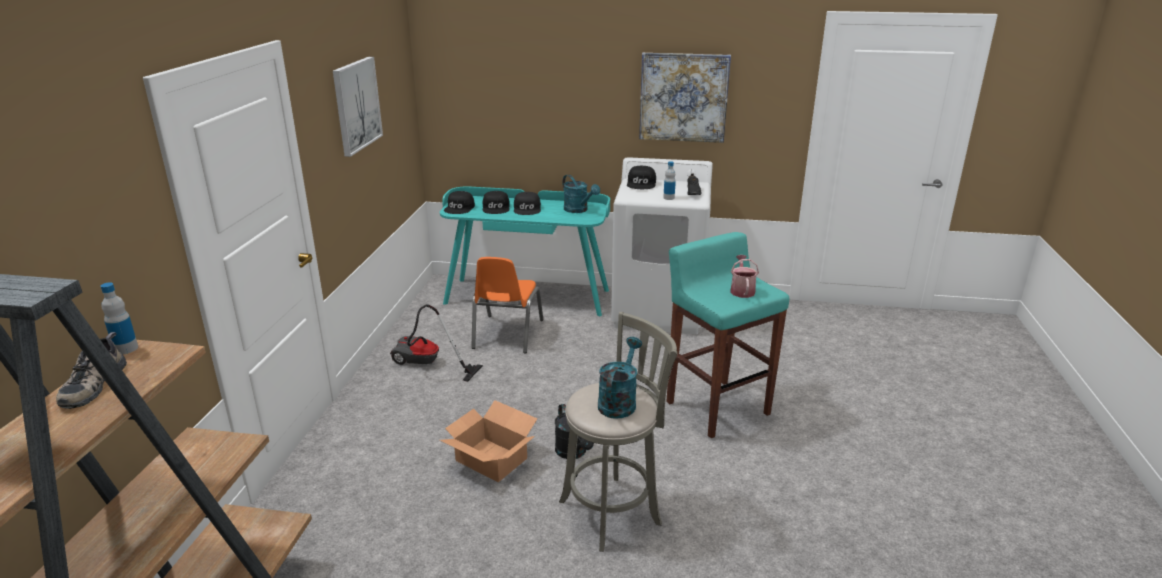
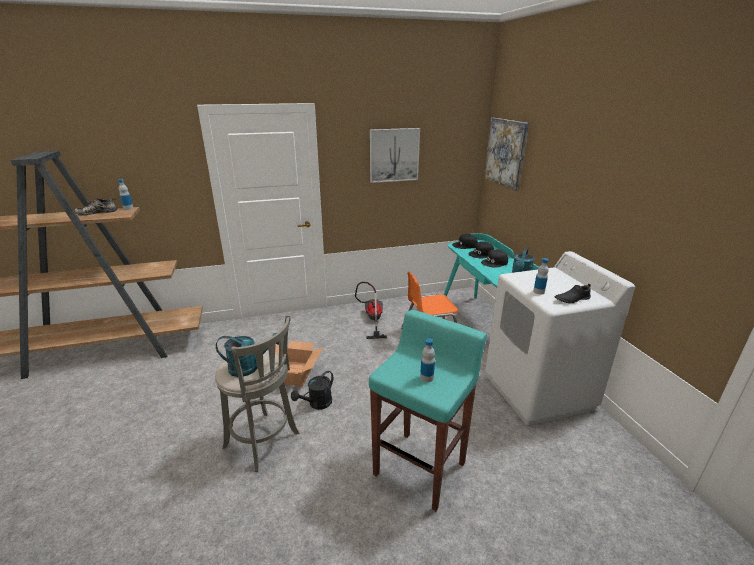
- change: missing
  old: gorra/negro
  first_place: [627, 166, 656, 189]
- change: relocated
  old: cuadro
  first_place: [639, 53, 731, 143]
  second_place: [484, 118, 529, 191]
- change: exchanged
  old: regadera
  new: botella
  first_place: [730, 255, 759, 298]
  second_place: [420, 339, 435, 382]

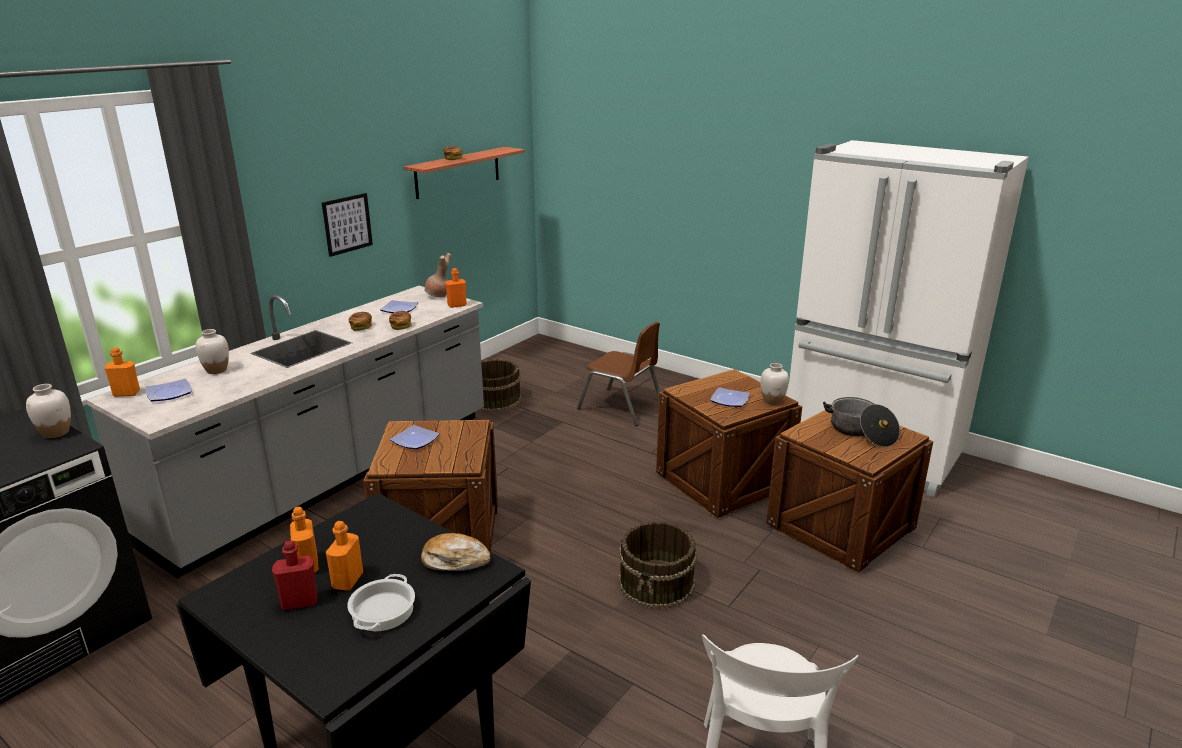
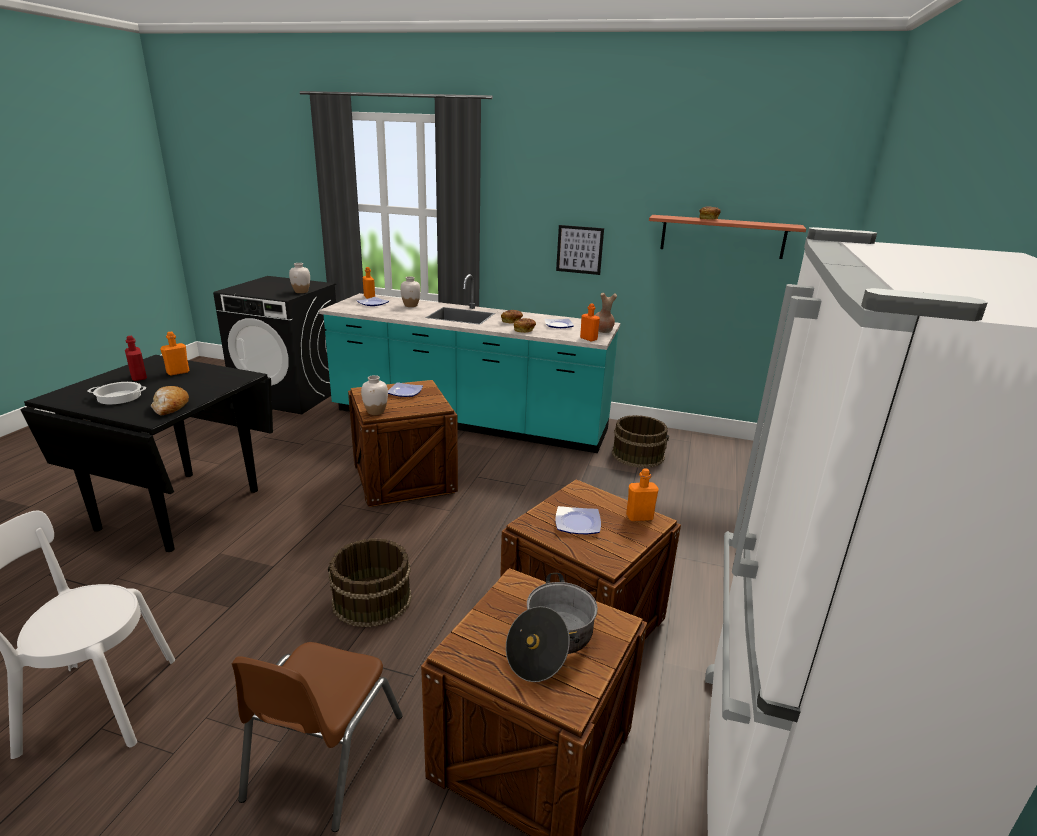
- change: relocated
  old: botella/naranja
  first_place: [326, 521, 363, 591]
  second_place: [626, 468, 659, 521]
- change: relocated
  old: silla/marrón
  first_place: [577, 322, 660, 426]
  second_place: [232, 642, 403, 832]
- change: relocated
  old: florero/blanco
  first_place: [761, 363, 789, 405]
  second_place: [361, 375, 388, 415]
- change: colour
  old: mueble bajo de cocina/gris
  new: mueble bajo de cocina/turquesa
  first_place: [86, 286, 484, 579]
  second_place: [319, 274, 620, 453]

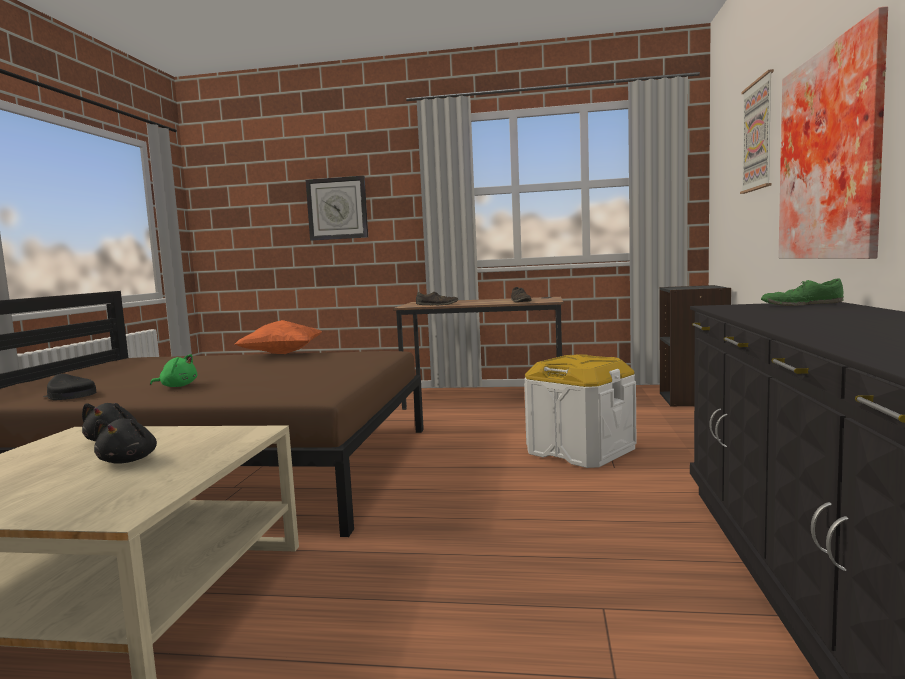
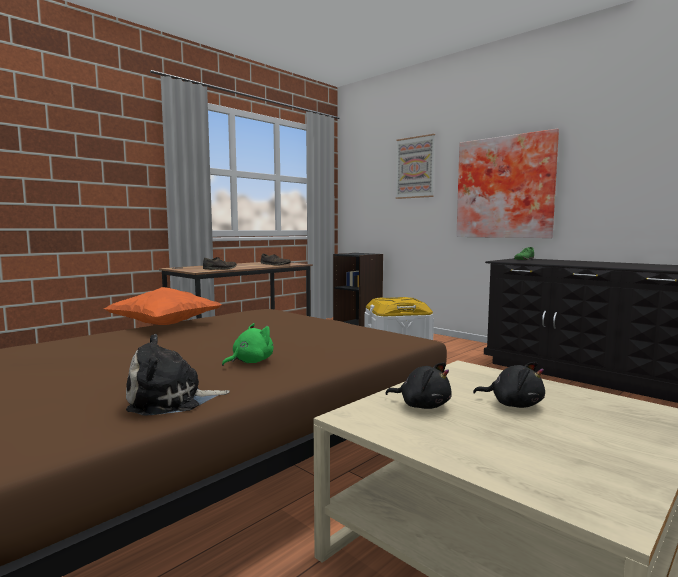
- change: missing
  old: reloj de pared
  first_place: [306, 176, 368, 241]
- change: exchanged
  old: gorra/negro
  new: peluche
  first_place: [43, 374, 97, 400]
  second_place: [126, 334, 230, 416]

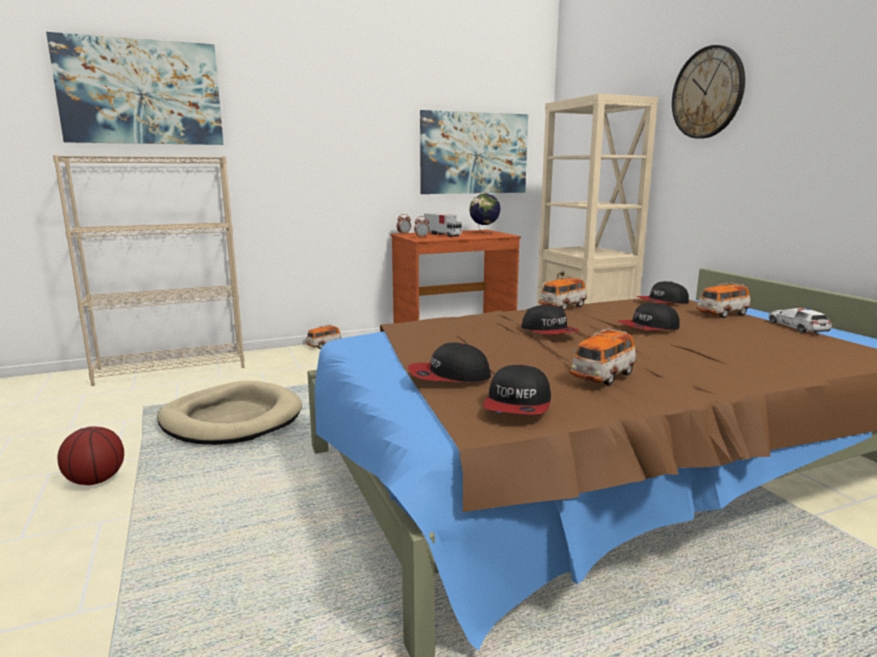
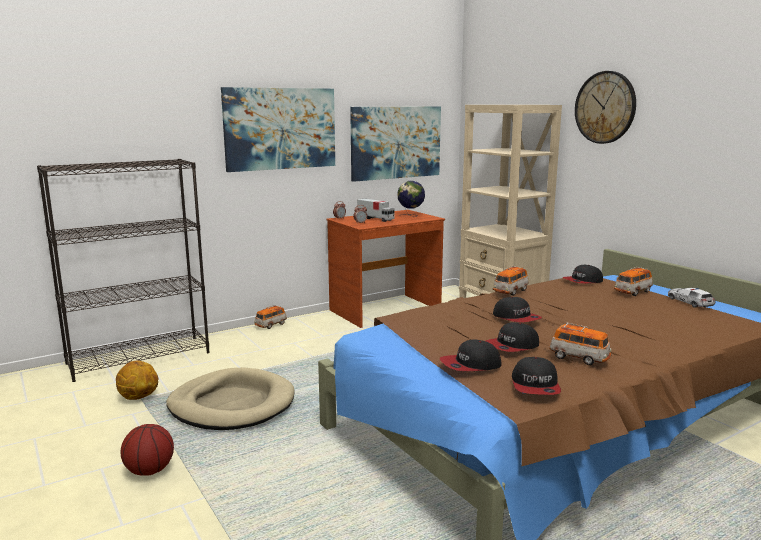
- change: appeared
  new: balón de baloncesto
  second_place: [116, 361, 158, 400]
- change: relocated
  old: cuadro
  first_place: [46, 32, 224, 145]
  second_place: [221, 87, 335, 172]
- change: relocated
  old: gorra
  first_place: [618, 302, 680, 330]
  second_place: [486, 322, 539, 352]
- change: colour
  old: estantería/beis
  new: estantería/negro
  first_place: [53, 155, 245, 386]
  second_place: [37, 159, 209, 382]
- change: spun
  old: coche de juguete
  first_place: [570, 328, 636, 385]
  second_place: [549, 323, 612, 365]
  degrees: -90

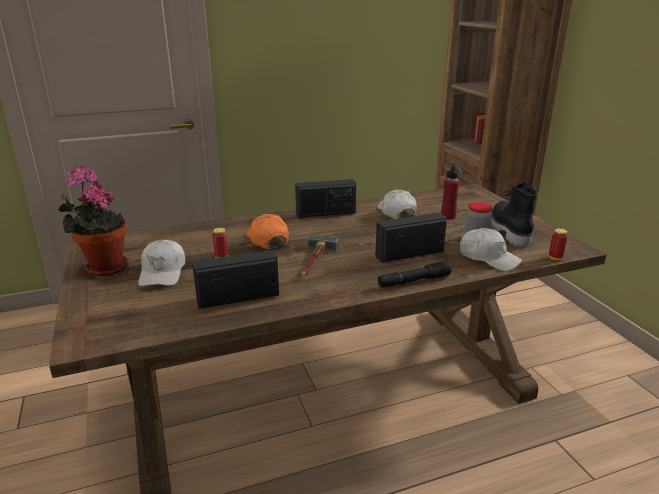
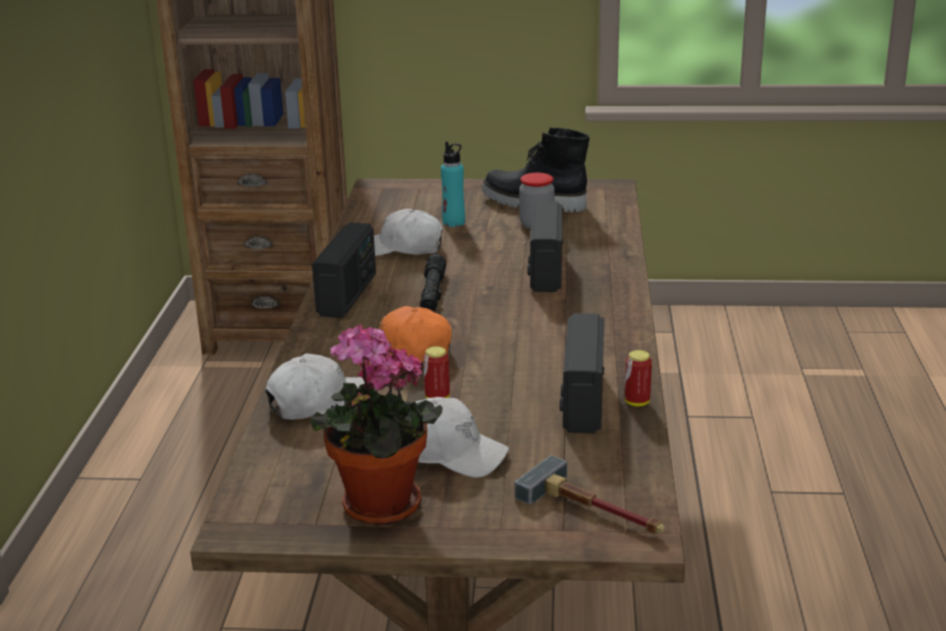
- change: relocated
  old: martillo
  first_place: [301, 235, 339, 276]
  second_place: [514, 455, 665, 534]
- change: relocated
  old: linterna/negro
  first_place: [378, 262, 452, 288]
  second_place: [420, 254, 446, 312]
- change: relocated
  old: gorra/blanco
  first_place: [460, 228, 522, 271]
  second_place: [265, 354, 375, 420]
- change: relocated
  old: lata
  first_place: [549, 228, 568, 260]
  second_place: [625, 350, 652, 407]
- change: colour
  old: botella/rojo
  new: botella/turquesa
  first_place: [441, 164, 459, 220]
  second_place: [441, 141, 465, 227]

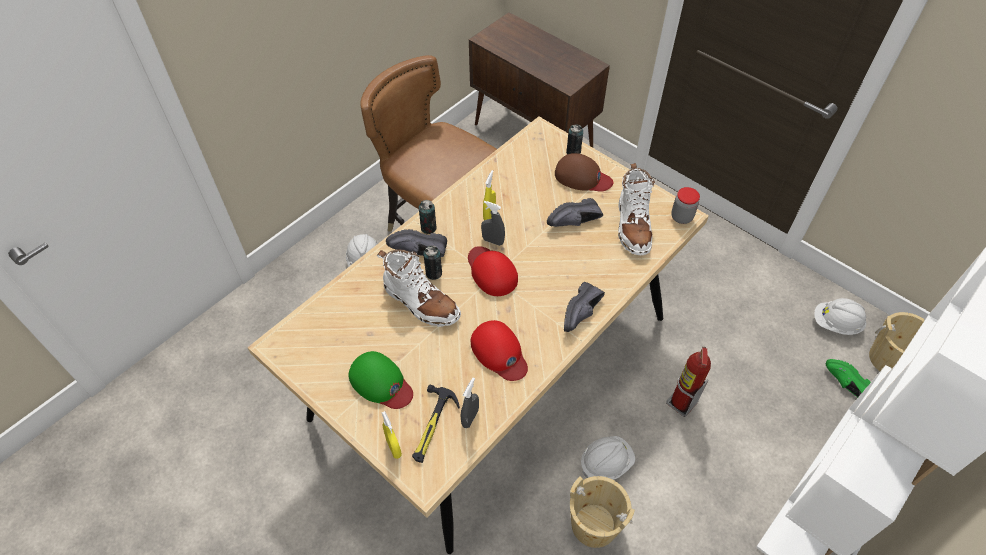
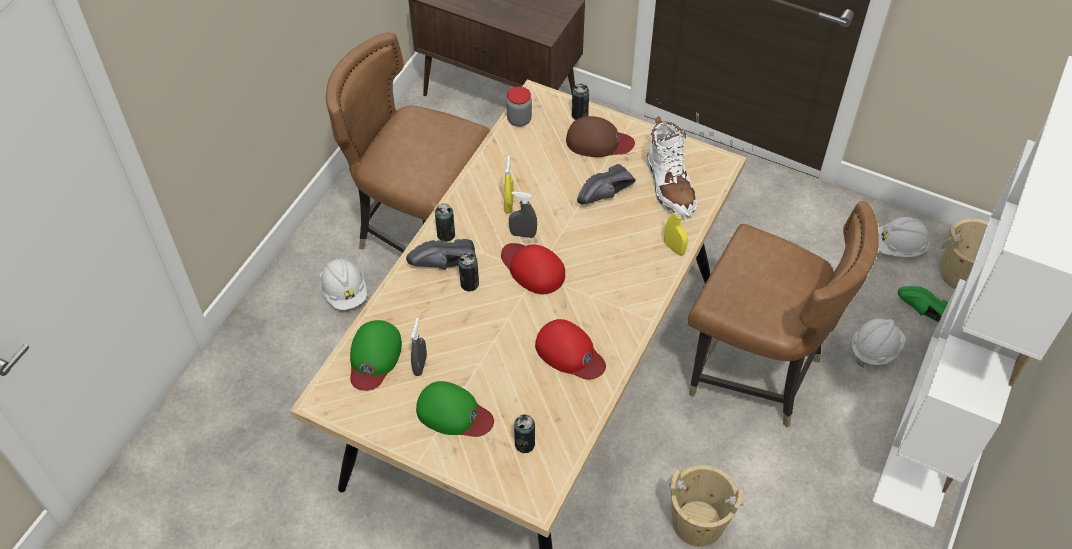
- change: missing
  old: bota/blanco
  first_place: [377, 249, 461, 327]
- change: missing
  old: zapato/negro
  first_place: [564, 282, 605, 332]
- change: appeared
  new: gorra/verde
  second_place: [350, 320, 402, 391]
- change: relocated
  old: pulverizador/amarillo
  first_place: [382, 411, 402, 459]
  second_place: [664, 203, 689, 255]
- change: relocated
  old: pulverizador/gris
  first_place: [461, 377, 479, 428]
  second_place: [411, 318, 427, 376]
- change: relocated
  old: casco/blanco
  first_place: [581, 436, 635, 480]
  second_place: [852, 319, 906, 368]
- change: relocated
  old: tarro
  first_place: [671, 187, 700, 224]
  second_place: [506, 86, 532, 127]
- change: exchanged
  old: martillo
  new: lata
  first_place: [412, 385, 460, 463]
  second_place: [514, 414, 535, 453]
- change: exchanged
  old: extintor
  new: silla/marrón
  first_place: [666, 347, 711, 417]
  second_place: [688, 201, 879, 428]

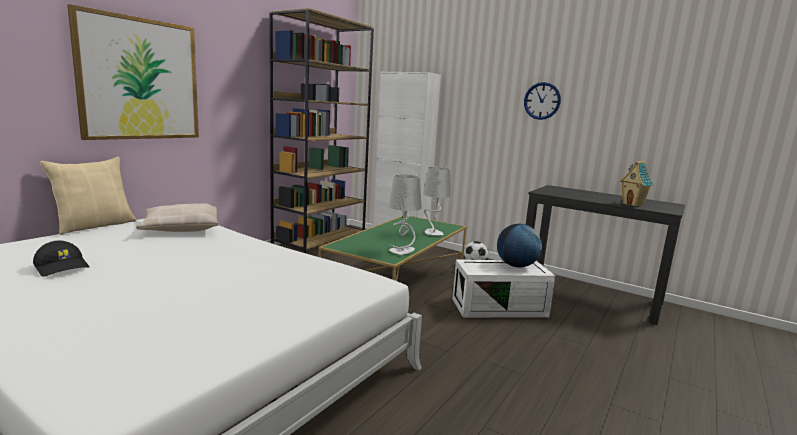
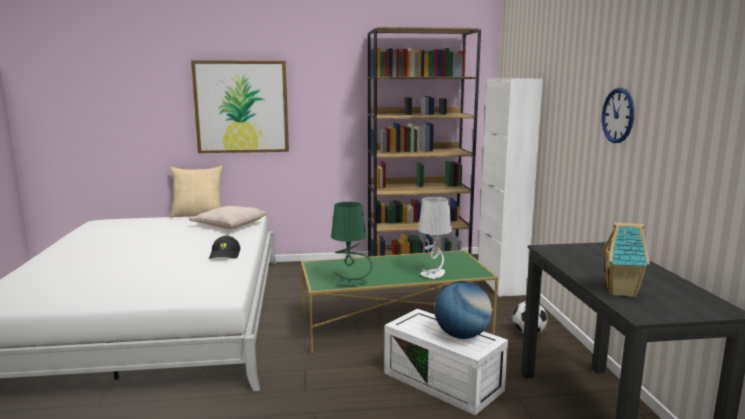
- change: relocated
  old: gorra/negro
  first_place: [33, 241, 90, 277]
  second_place: [209, 236, 240, 259]
- change: colour
  old: lámpara de mesa/gris
  new: lámpara de mesa/verde
  first_place: [389, 174, 422, 255]
  second_place: [331, 202, 372, 286]

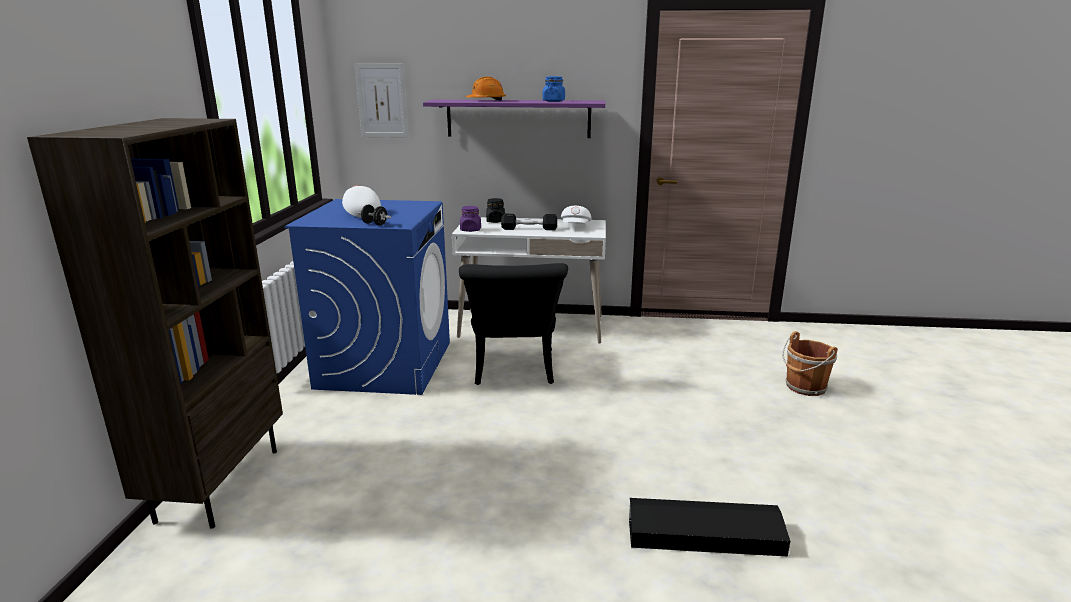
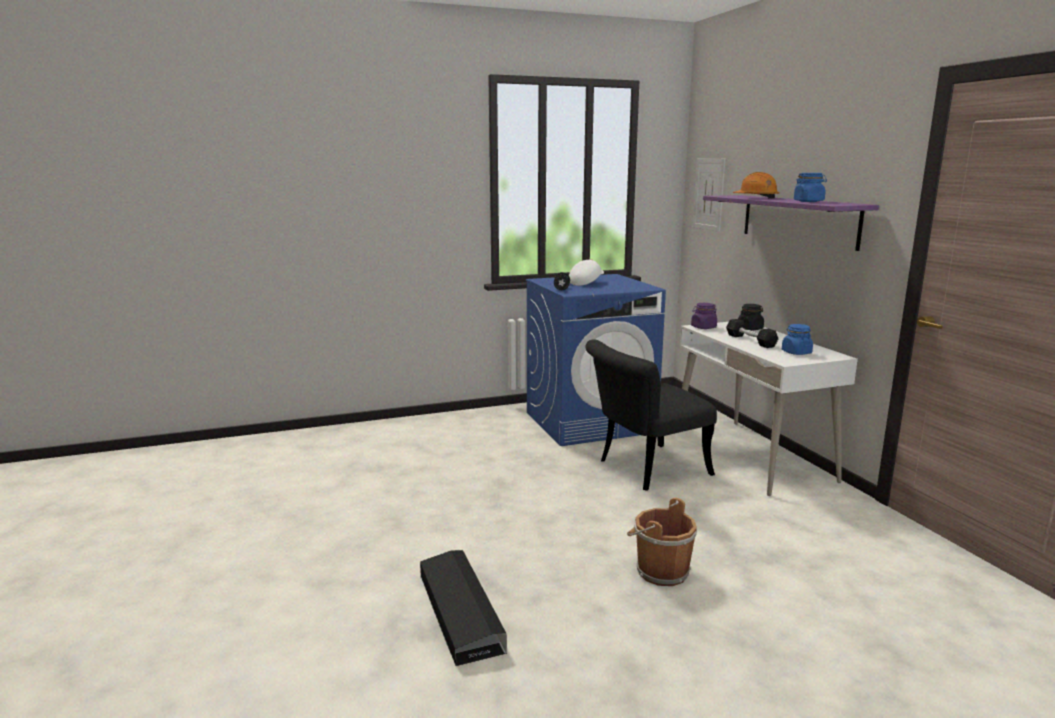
- change: missing
  old: estantería/marrón
  first_place: [27, 118, 283, 529]
- change: relocated
  old: cubo/marrón
  first_place: [782, 331, 838, 396]
  second_place: [627, 498, 697, 586]
- change: exchanged
  old: gorra/blanco
  new: tarro/azul
  first_place: [561, 206, 592, 223]
  second_place: [782, 324, 813, 355]

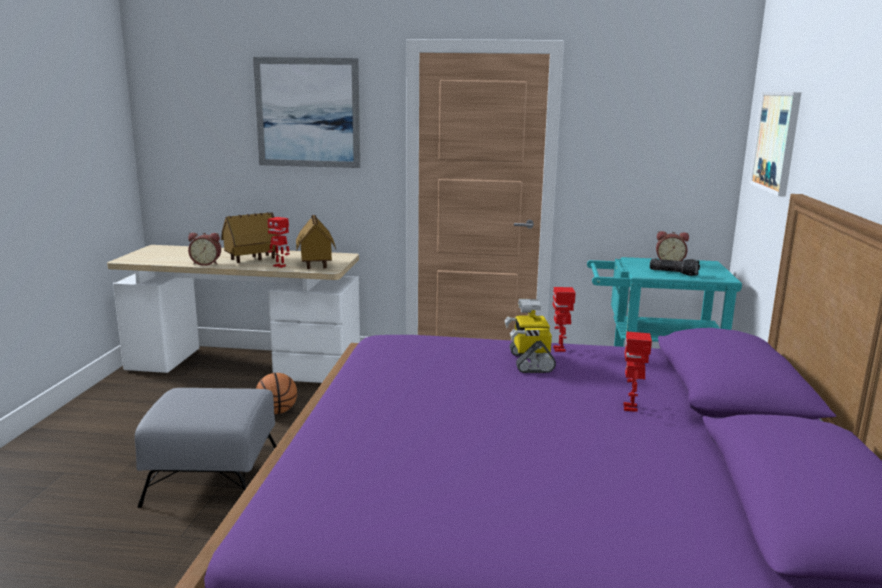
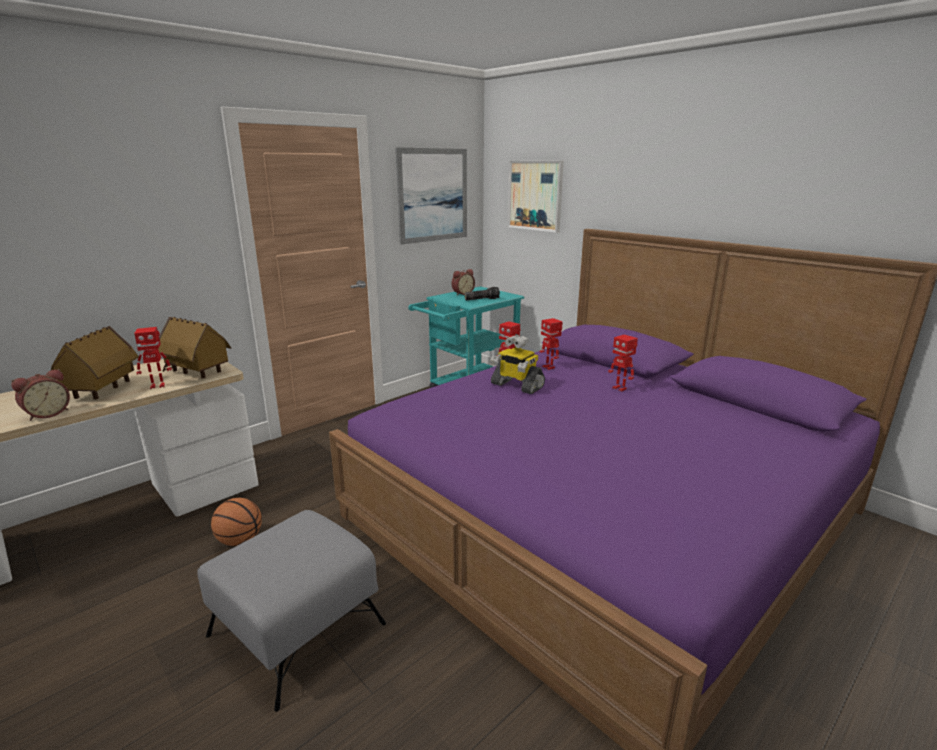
- change: appeared
  new: robot de juguete
  second_place: [540, 318, 563, 370]
- change: relocated
  old: cuadro
  first_place: [253, 57, 360, 168]
  second_place: [395, 147, 467, 245]

